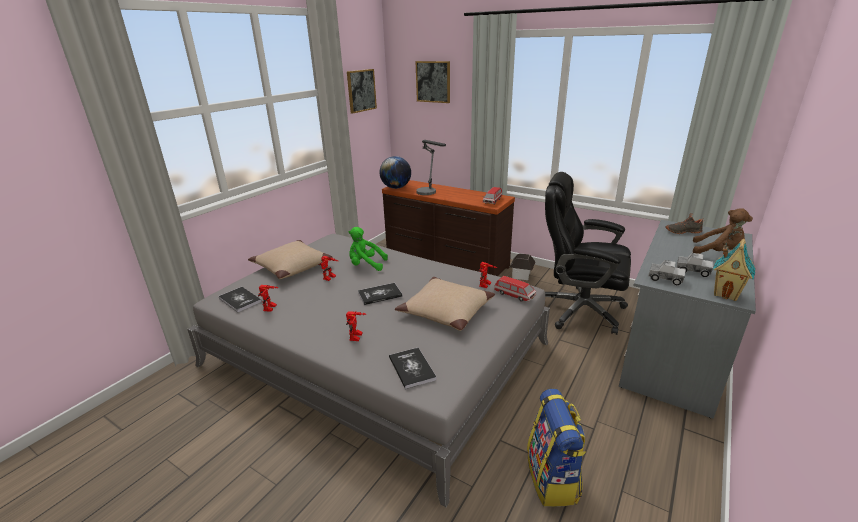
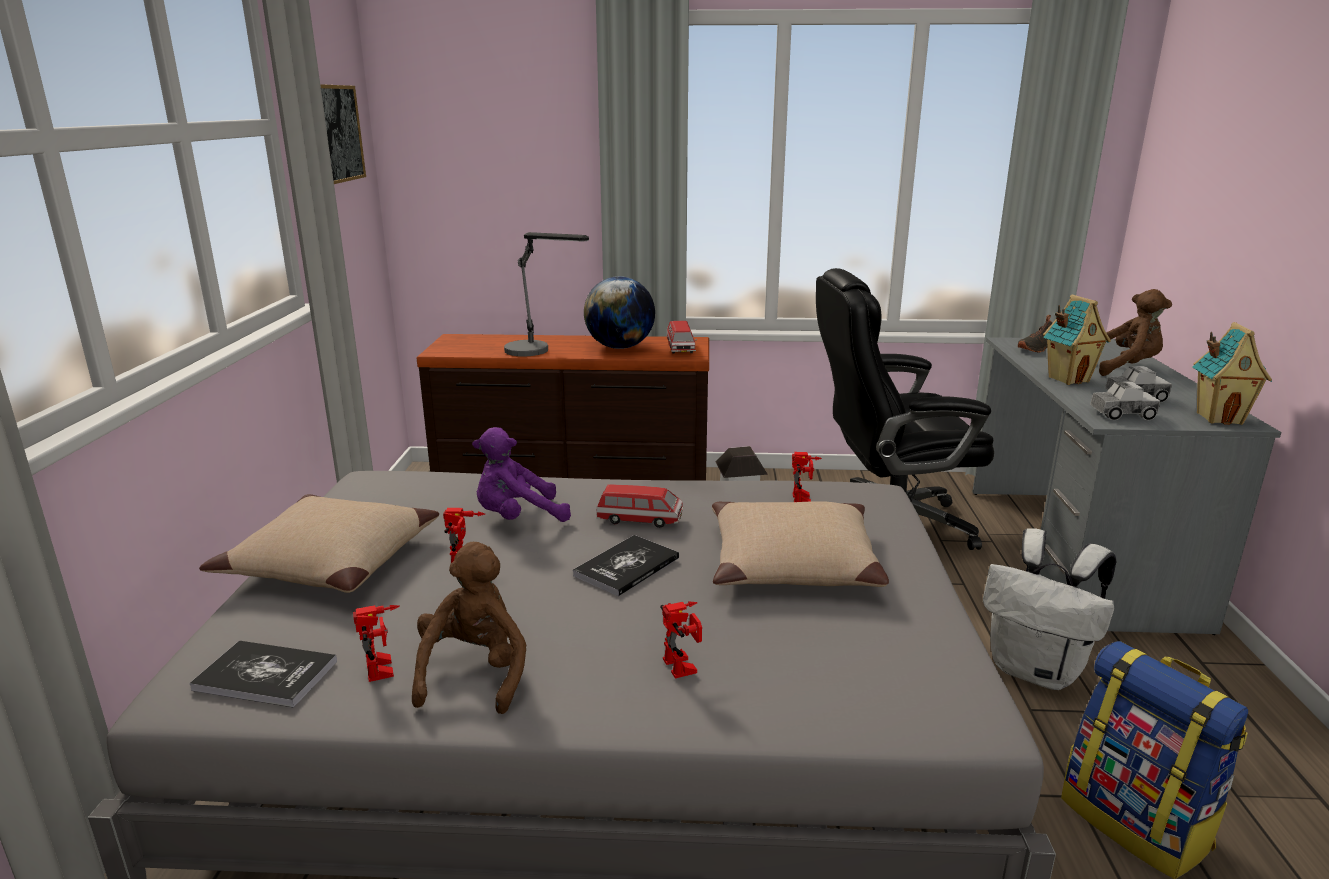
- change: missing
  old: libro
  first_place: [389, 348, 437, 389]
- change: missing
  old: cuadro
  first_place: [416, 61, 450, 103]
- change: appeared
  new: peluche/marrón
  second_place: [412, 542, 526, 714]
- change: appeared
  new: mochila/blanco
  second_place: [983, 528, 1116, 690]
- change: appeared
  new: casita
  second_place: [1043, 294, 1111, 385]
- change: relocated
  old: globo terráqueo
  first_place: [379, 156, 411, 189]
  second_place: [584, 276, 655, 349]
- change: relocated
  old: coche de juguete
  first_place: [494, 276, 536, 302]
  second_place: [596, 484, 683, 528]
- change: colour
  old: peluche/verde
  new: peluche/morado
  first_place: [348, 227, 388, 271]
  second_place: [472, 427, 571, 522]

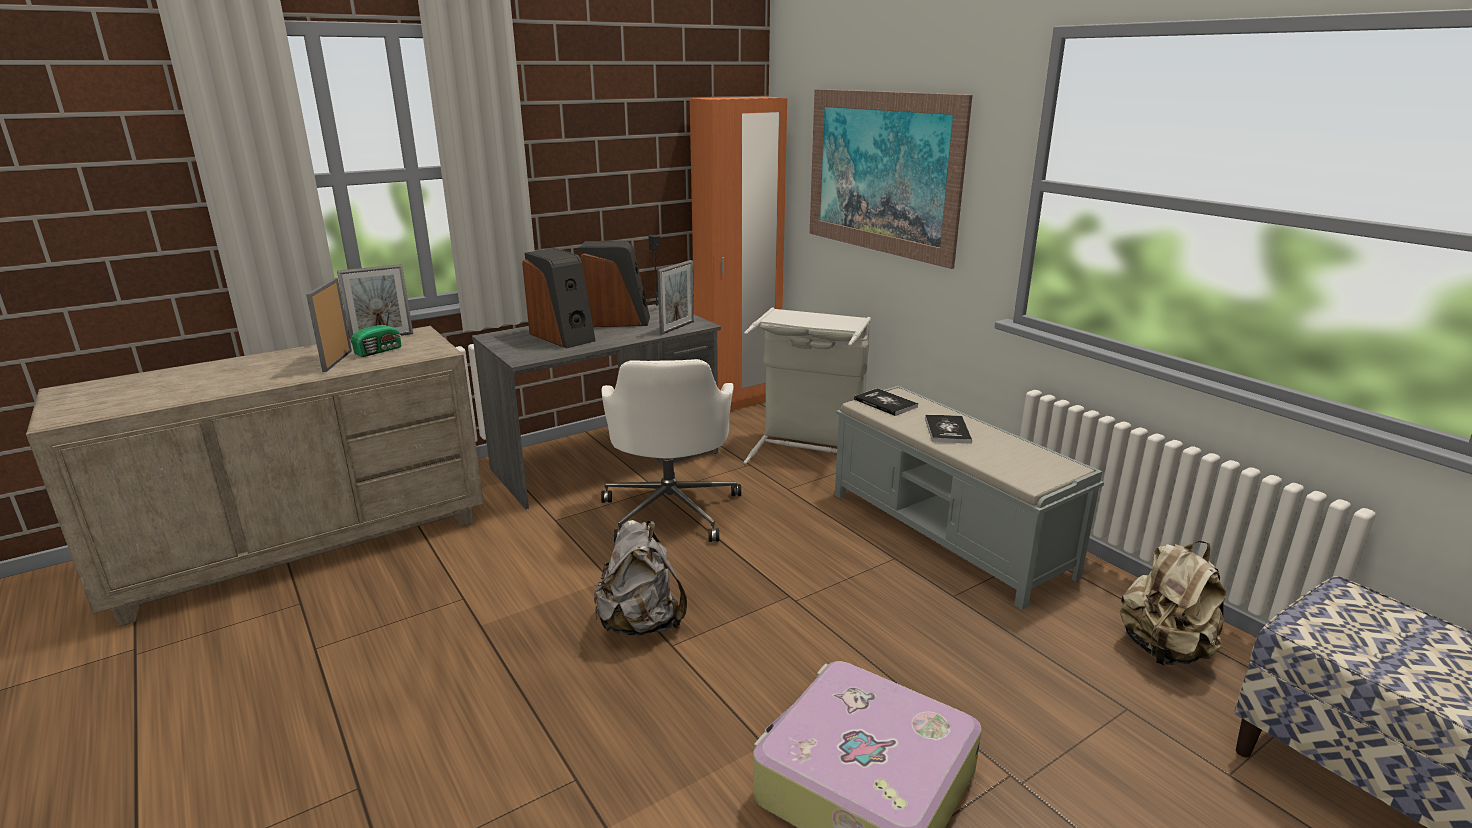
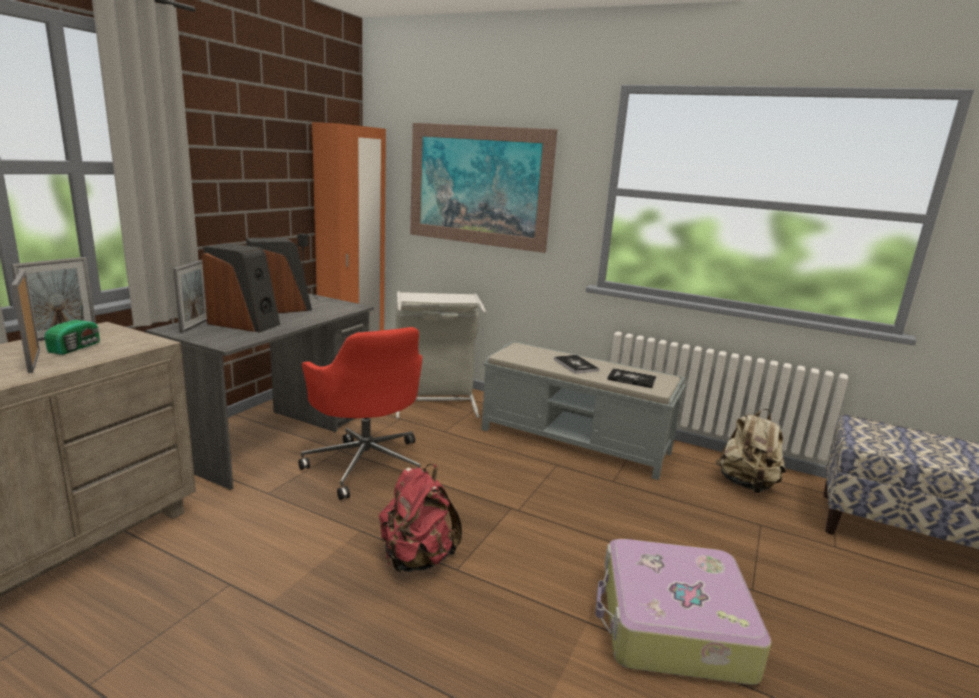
- change: relocated
  old: portarretratos
  first_place: [657, 260, 694, 335]
  second_place: [173, 260, 207, 333]
- change: relocated
  old: libro
  first_place: [854, 388, 918, 416]
  second_place: [607, 368, 656, 388]
- change: colour
  old: mochila/gris
  new: mochila/rojo
  first_place: [594, 520, 687, 635]
  second_place: [379, 464, 462, 573]
- change: colour
  old: silla de oficina/blanco
  new: silla de oficina/rojo
  first_place: [601, 359, 741, 542]
  second_place: [298, 327, 422, 500]

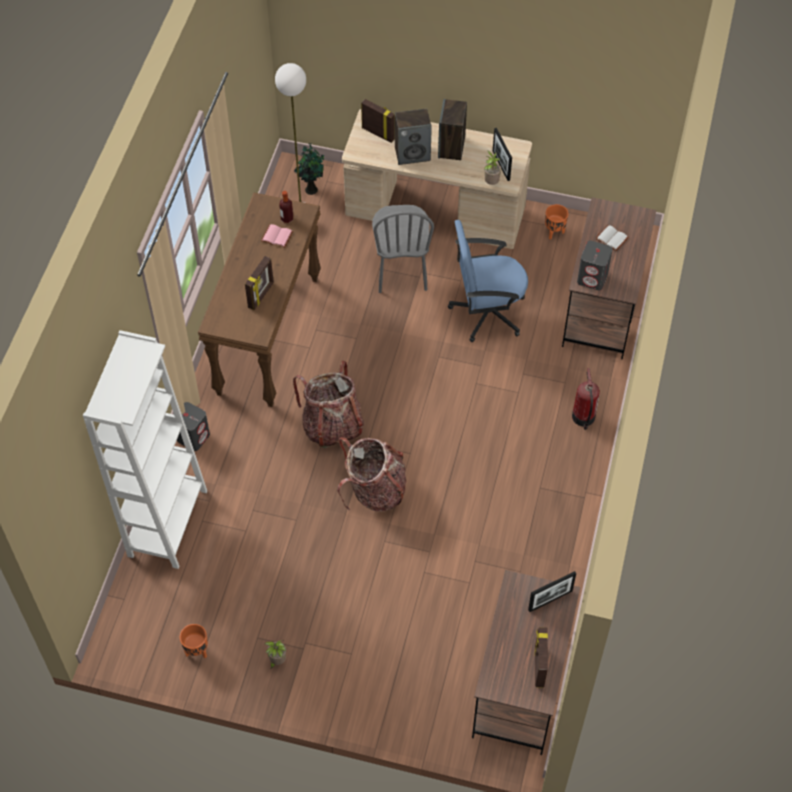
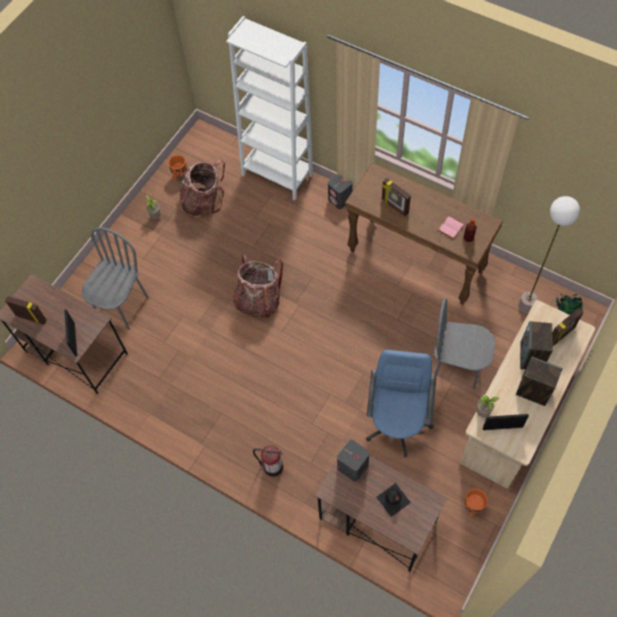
- change: appeared
  new: silla/gris
  second_place: [82, 227, 149, 330]
- change: relocated
  old: mochila
  first_place: [293, 361, 365, 448]
  second_place: [179, 160, 225, 216]
- change: exchanged
  old: libro/blanco
  new: botella/negro
  first_place: [595, 225, 629, 251]
  second_place: [376, 483, 411, 517]

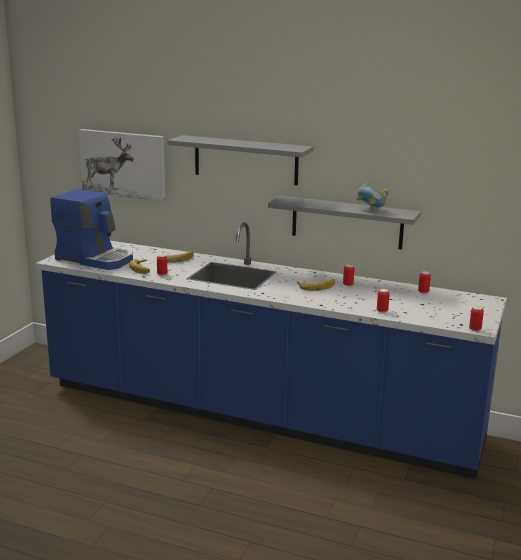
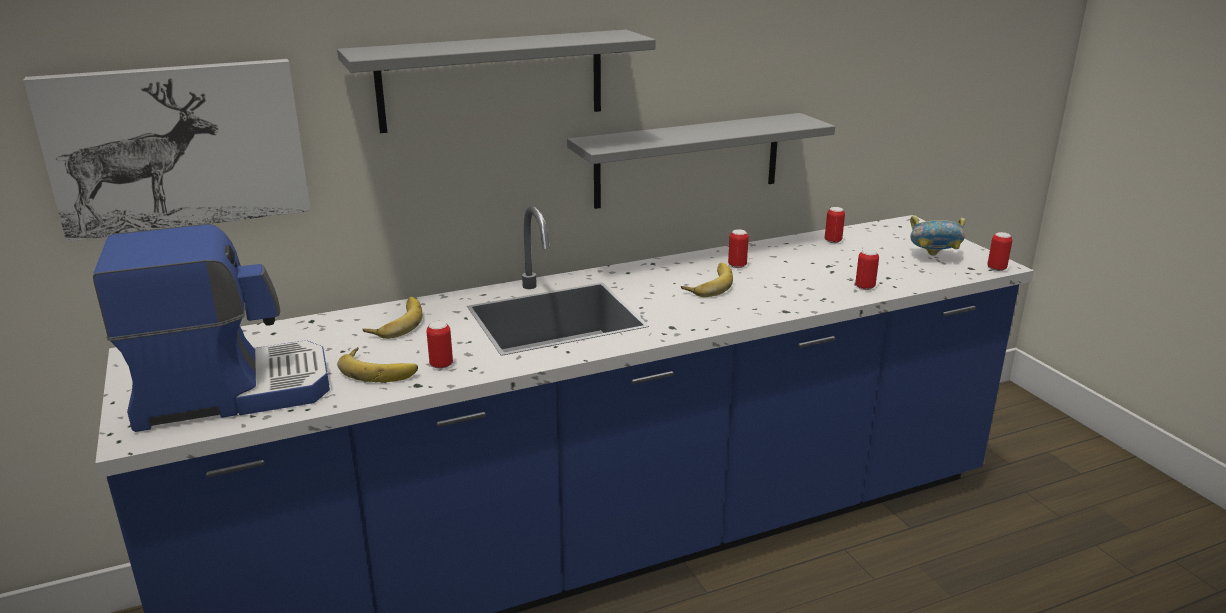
- change: relocated
  old: cuenco
  first_place: [357, 183, 389, 210]
  second_place: [910, 215, 965, 255]

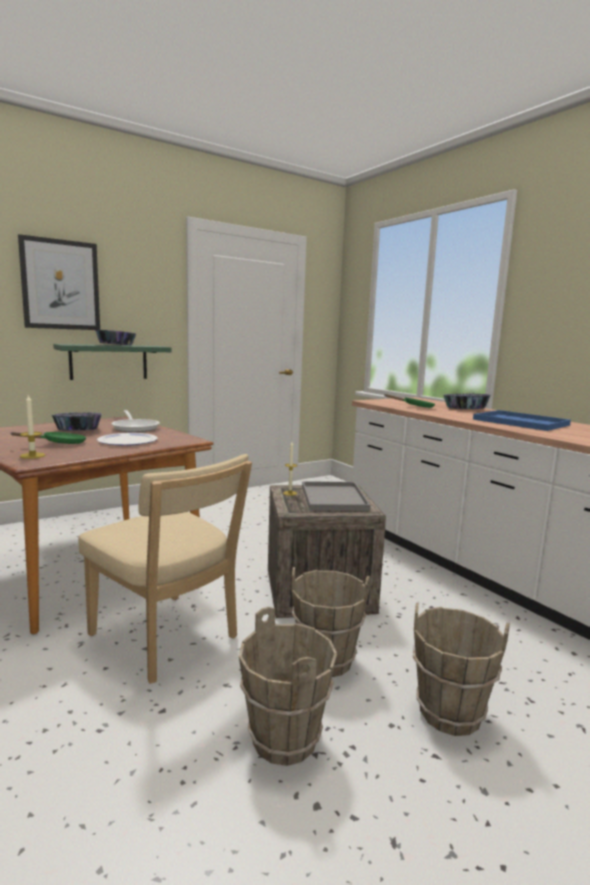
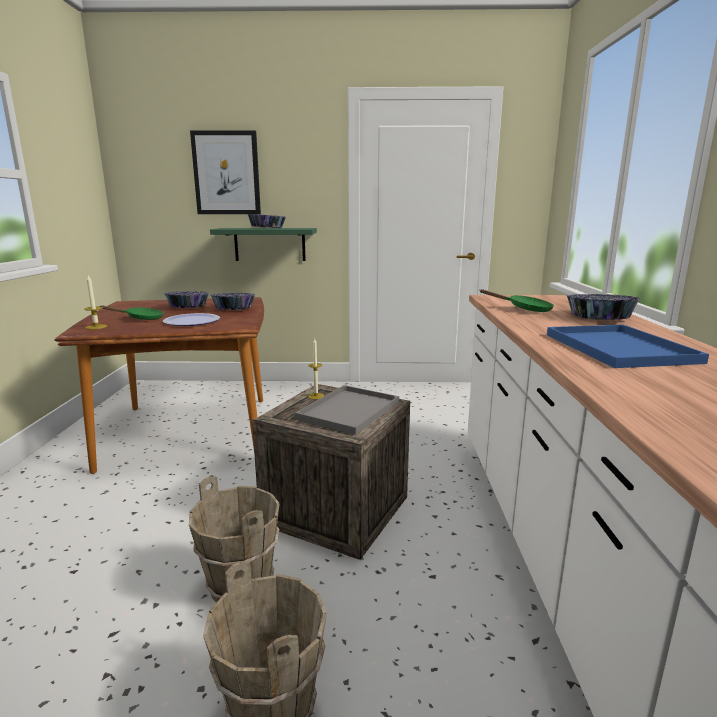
- change: missing
  old: silla/beis
  first_place: [79, 454, 252, 684]
- change: missing
  old: cubo/marrón
  first_place: [239, 607, 337, 766]
- change: exchanged
  old: sartén
  new: cuenco
  first_place: [111, 410, 160, 432]
  second_place: [211, 293, 256, 310]

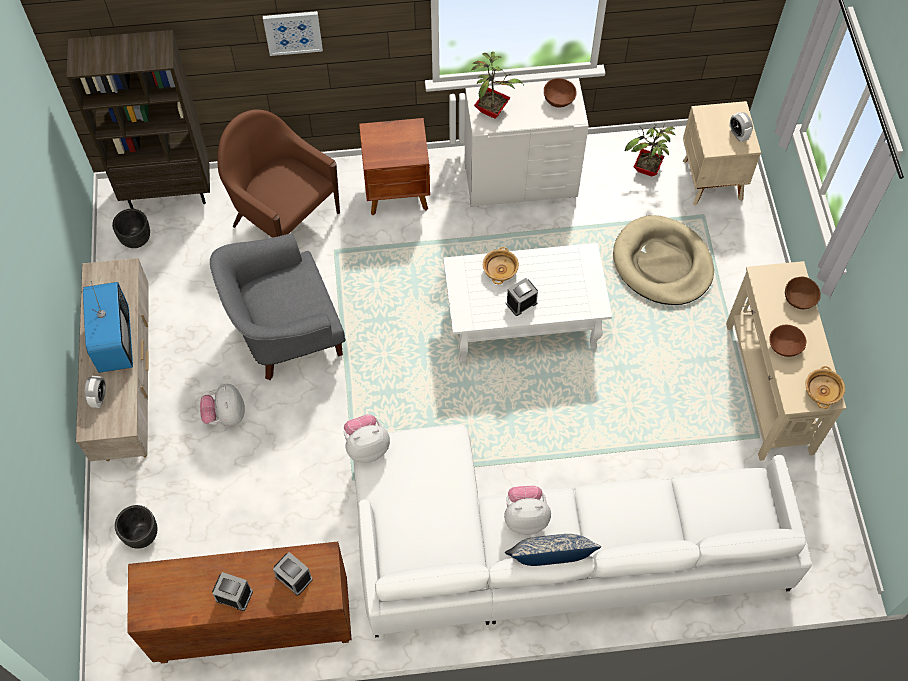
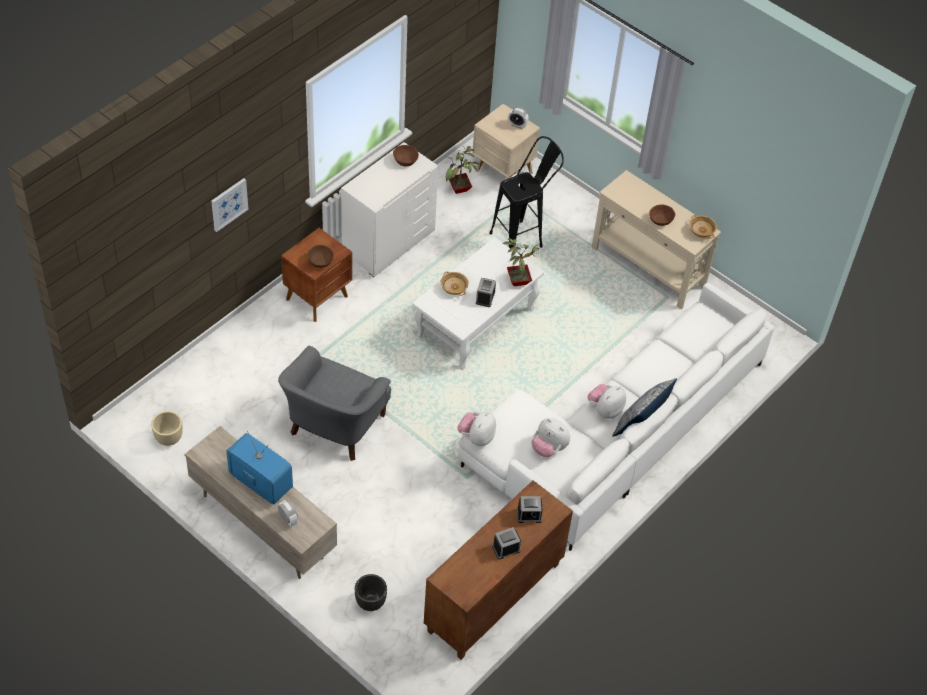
- change: missing
  old: estantería/marrón
  first_place: [66, 30, 210, 209]
- change: missing
  old: sillón/marrón
  first_place: [217, 109, 340, 238]
- change: relocated
  old: peluche
  first_place: [200, 384, 245, 426]
  second_place: [532, 418, 570, 457]
- change: relocated
  old: planta en maceta
  first_place: [471, 52, 524, 119]
  second_place: [503, 238, 539, 286]
- change: relocated
  old: cuenco/marrón
  first_place: [785, 277, 821, 309]
  second_place: [307, 245, 334, 268]
- change: exchanged
  old: cama para perro/beis
  new: taburete/negro
  first_place: [613, 215, 714, 305]
  second_place: [489, 136, 564, 251]
- change: colour
  old: maceta/negro
  new: maceta/beis
  first_place: [112, 209, 150, 248]
  second_place: [151, 411, 183, 446]

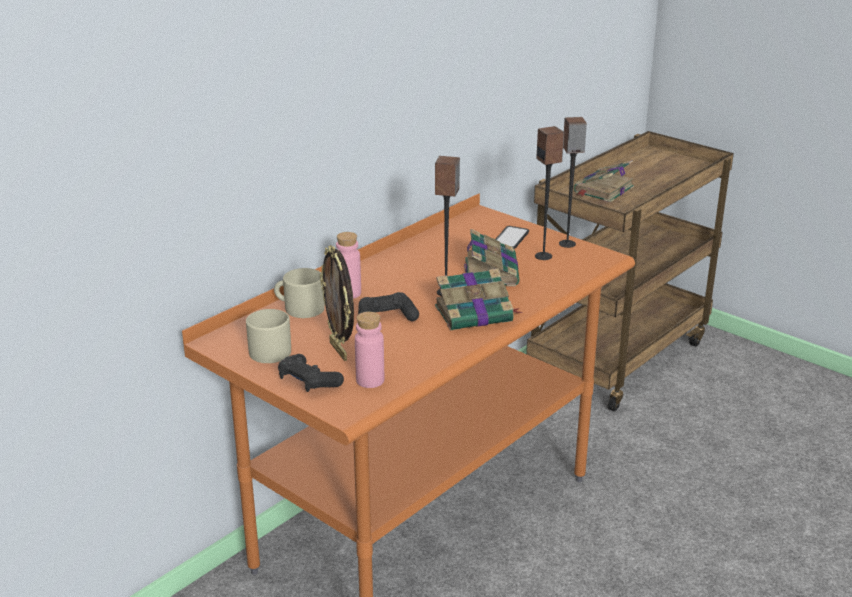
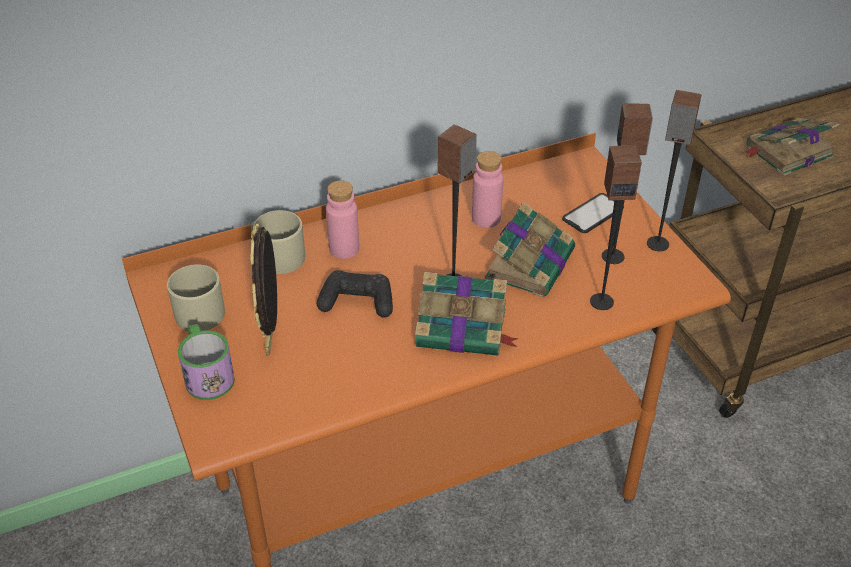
- change: appeared
  new: altavoz
  second_place: [590, 145, 642, 310]
- change: relocated
  old: botella/rosa
  first_place: [355, 312, 384, 388]
  second_place: [472, 151, 503, 228]
- change: exchanged
  old: mando de consola/negro
  new: taza grande
  first_place: [278, 354, 344, 392]
  second_place: [178, 324, 235, 400]

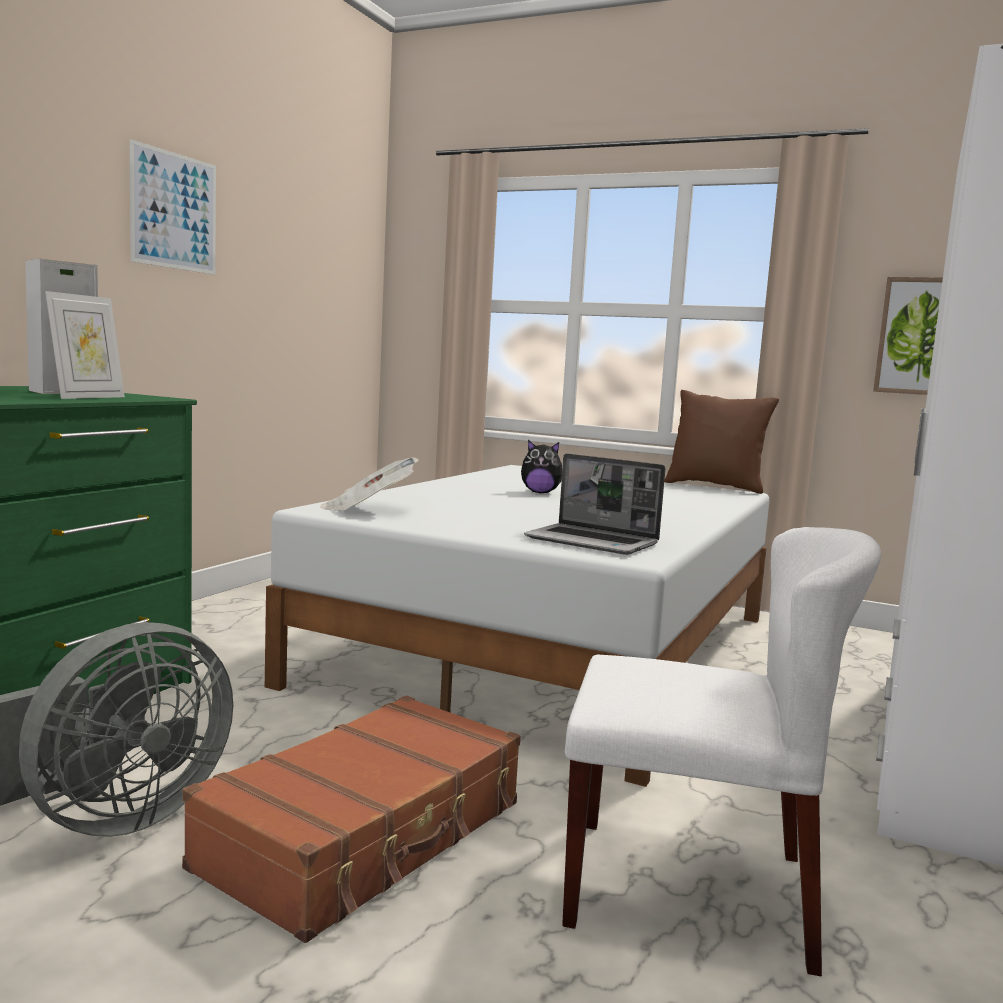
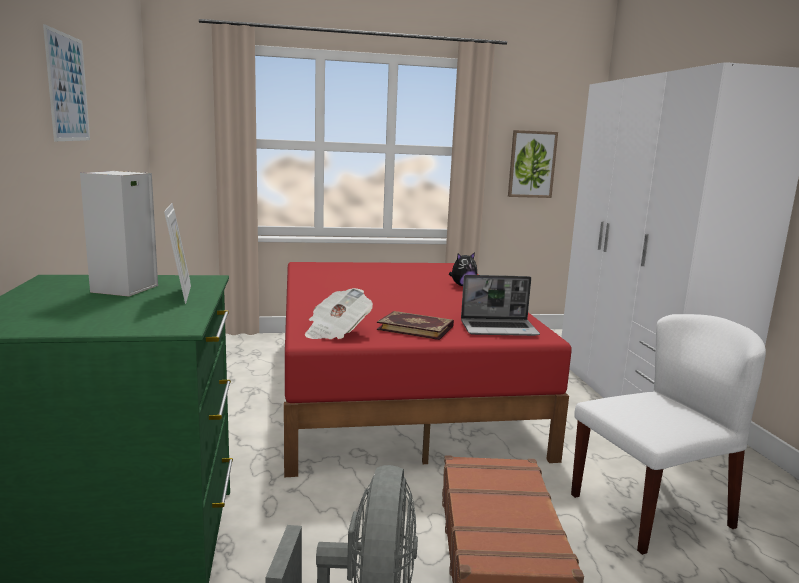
- change: missing
  old: cojín/marrón
  first_place: [664, 390, 779, 494]
- change: appeared
  new: libro
  second_place: [377, 311, 454, 340]
- change: relocated
  old: peluche
  first_place: [521, 440, 562, 493]
  second_place: [449, 252, 477, 286]
- change: colour
  old: cama/blanco
  new: cama/rojo
  first_place: [265, 465, 769, 787]
  second_place: [284, 262, 572, 477]

